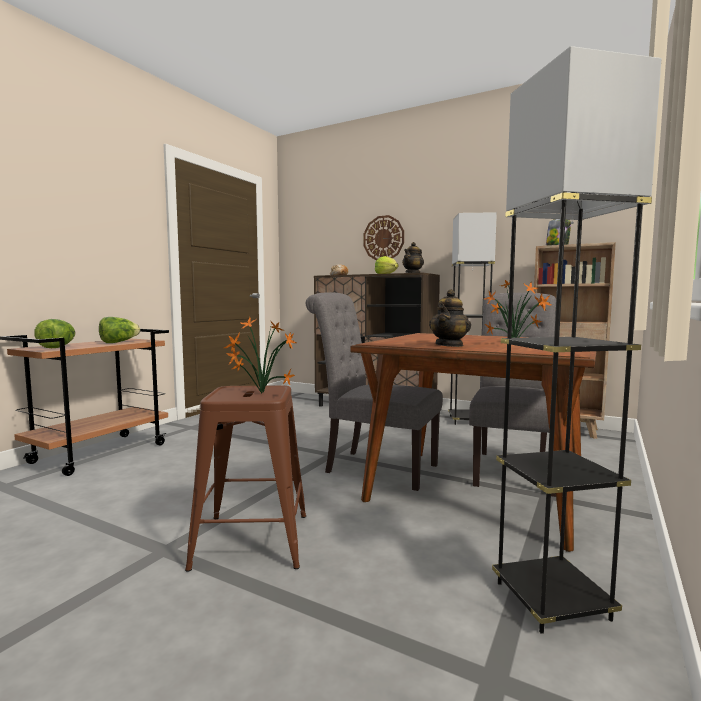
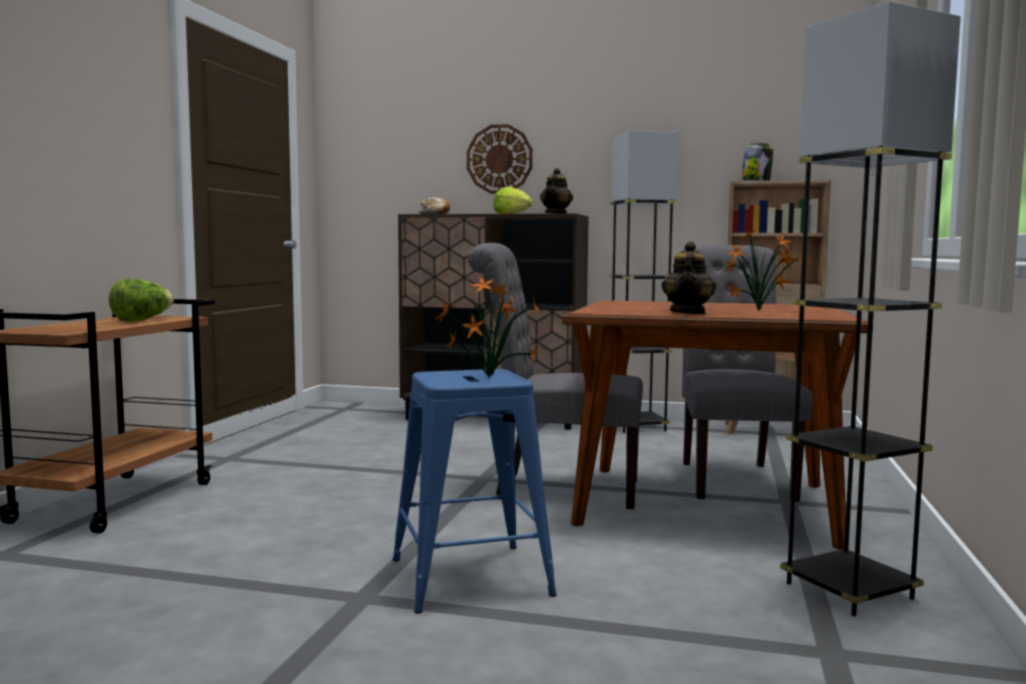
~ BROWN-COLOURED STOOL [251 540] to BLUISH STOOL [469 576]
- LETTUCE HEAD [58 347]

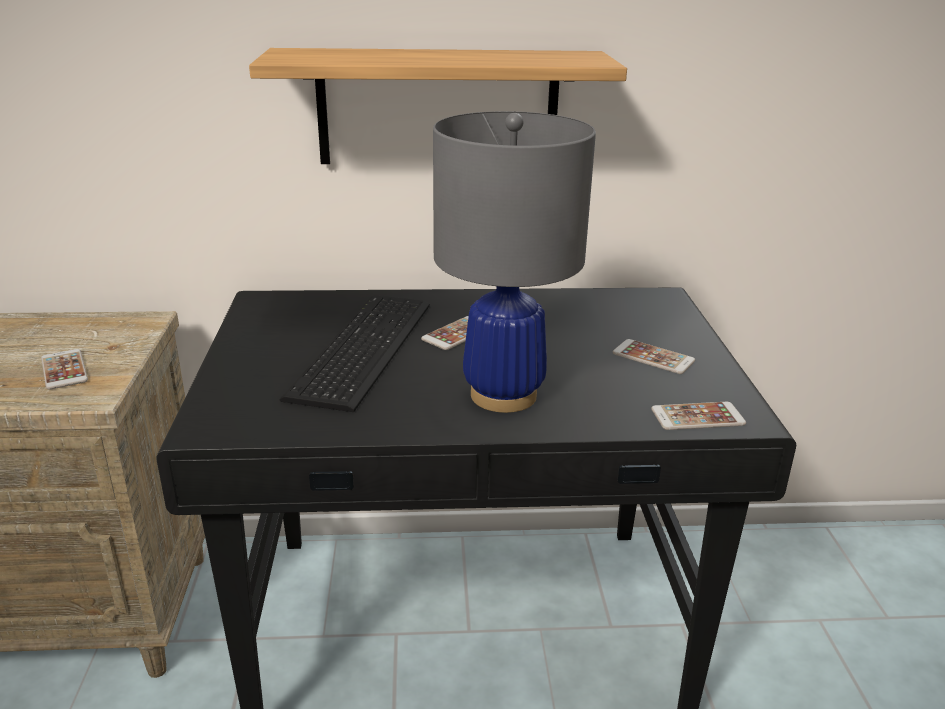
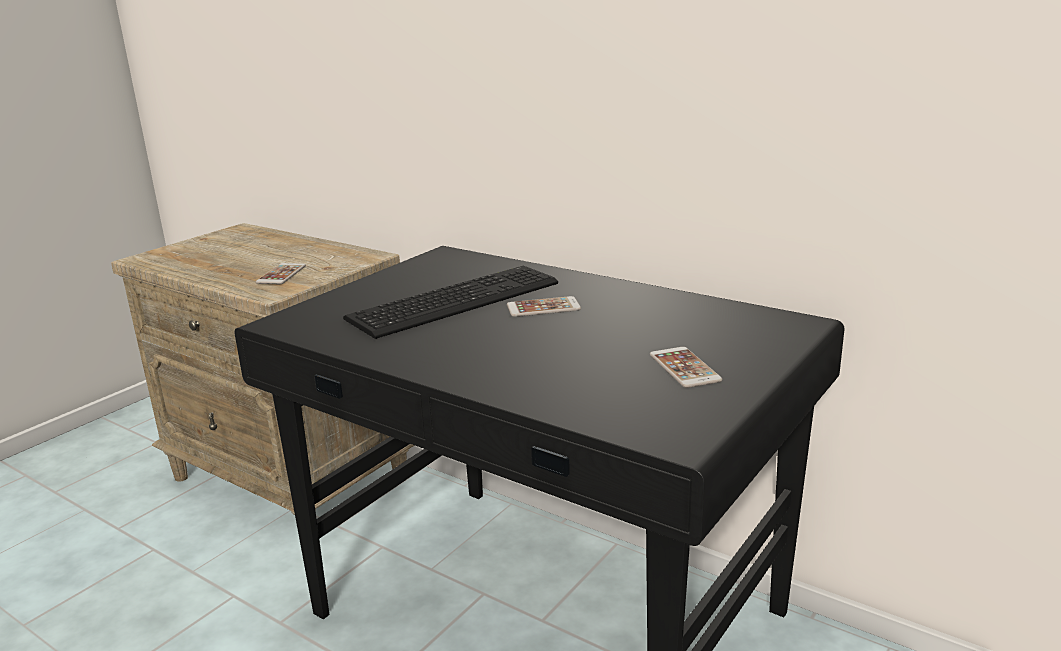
- WALL SHELF [438 108]
- GREYISH LAMP FOR A TABLE [504 395]
- PHONE [697 417]

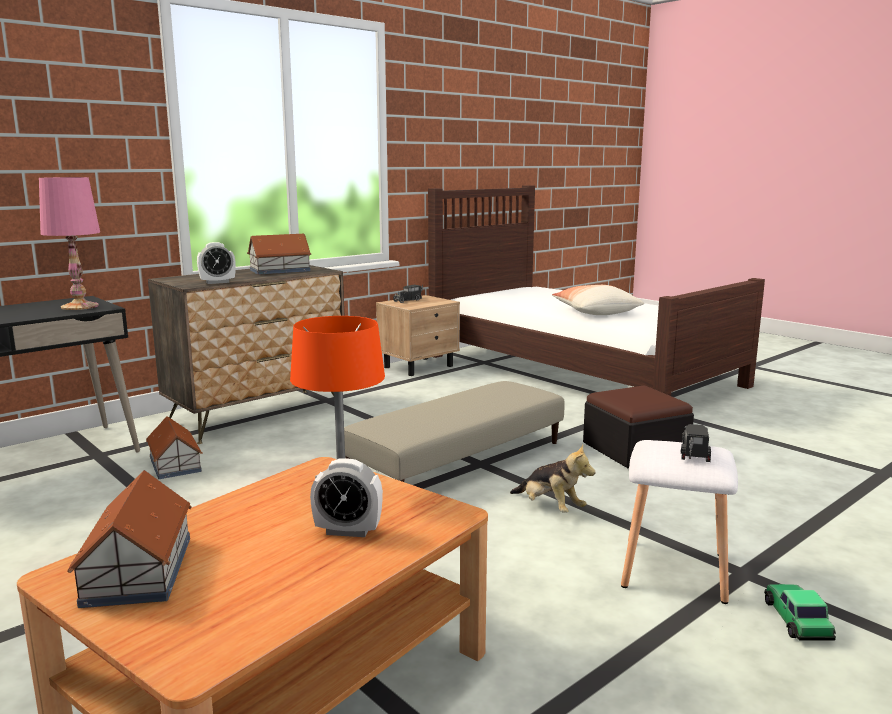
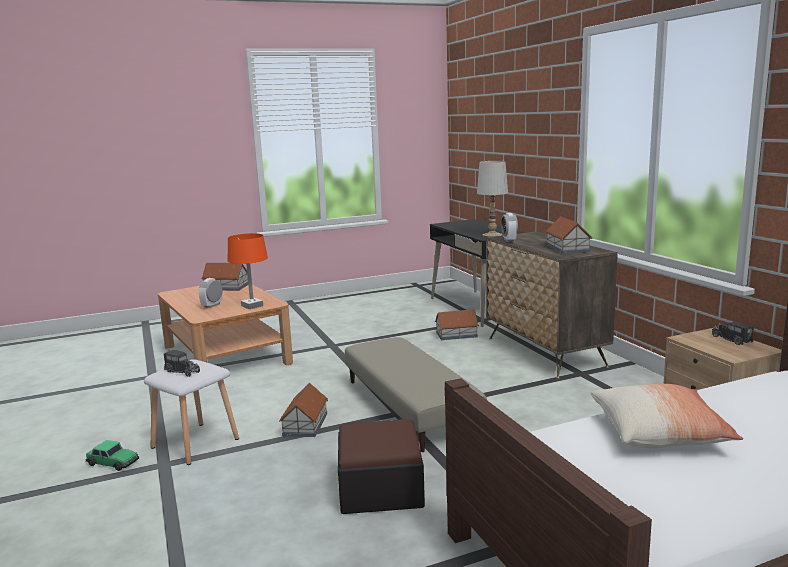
~ SOFT TOY [550 507] to MINIATURE HOUSE [306 424]
~ PINK LAMP FOR A TABLE [80 306] to WHITISH LAMP FOR A TABLE [492 235]

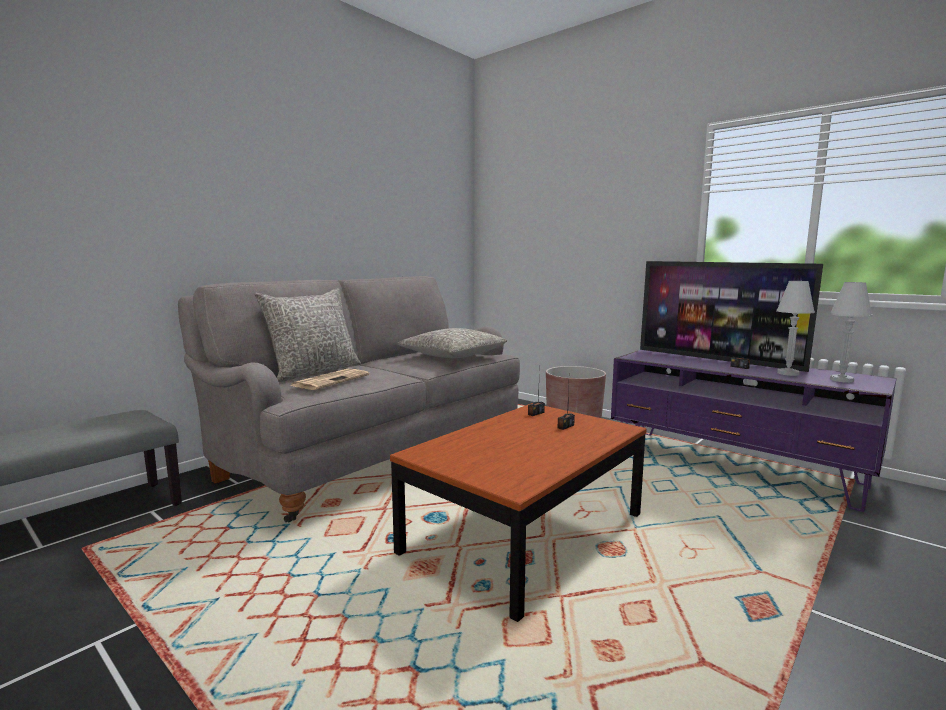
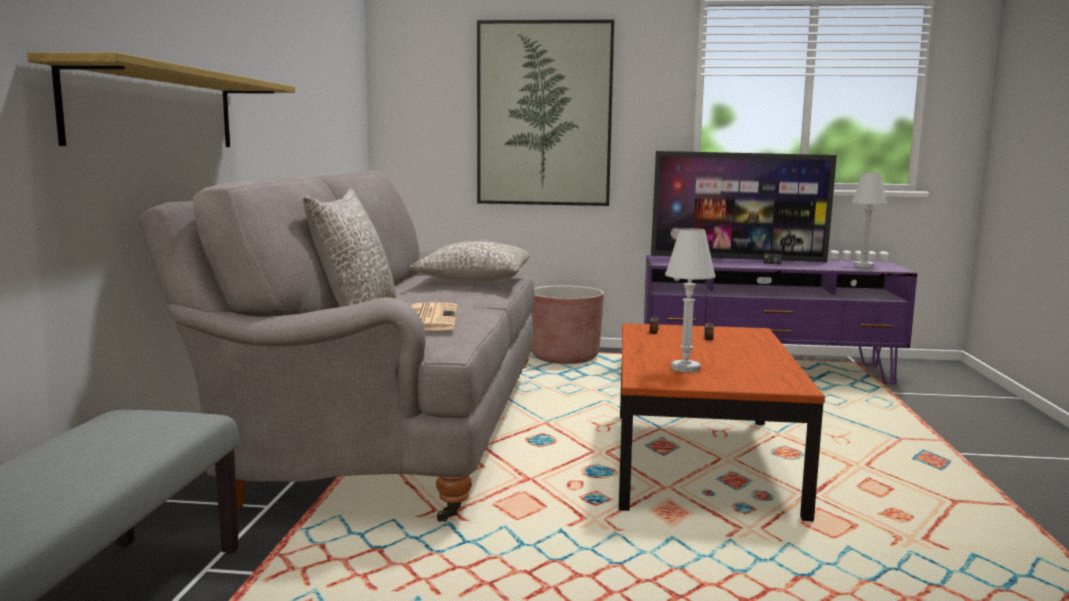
+ WALL SHELF [155 110]
+ WALL ART [544 114]
~ WHITISH LAMP FOR A TABLE [788 373] to [685 368]

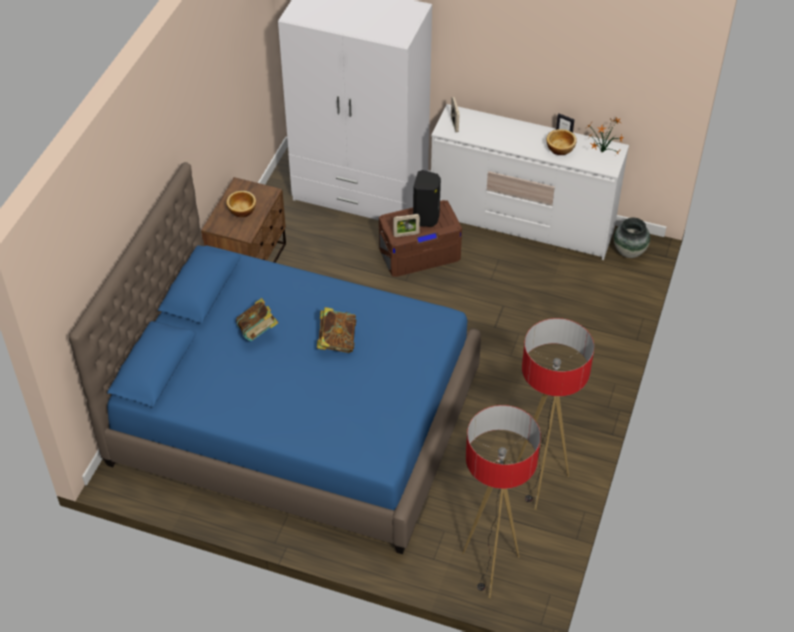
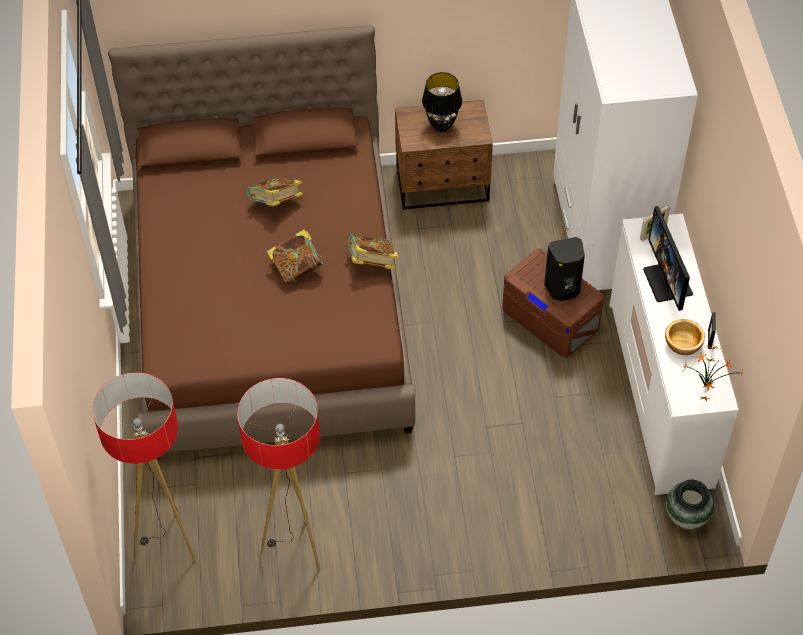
~ BLUISH BED [295 417] to BROWN-COLOURED BED [271 306]
+ BOOK [371 263]
~ DEEP DISH [241 210] to BLACK LAMP FOR A TABLE [441 125]
+ MONITOR [668 282]
- STANDING FRAME [406 234]

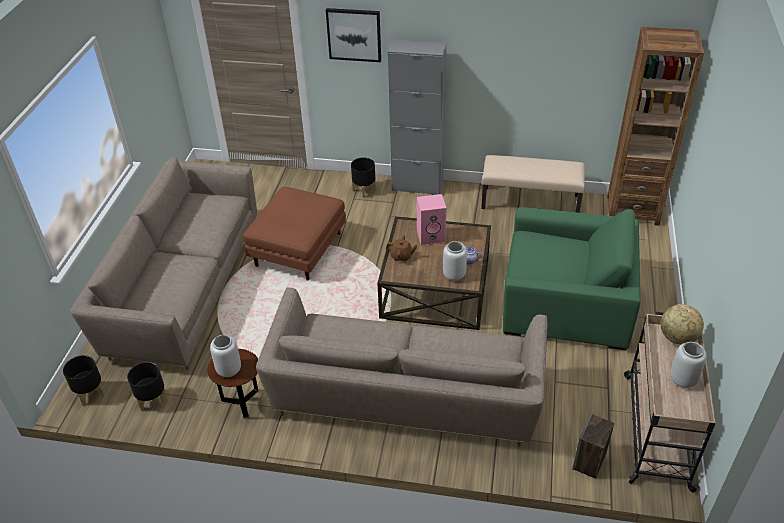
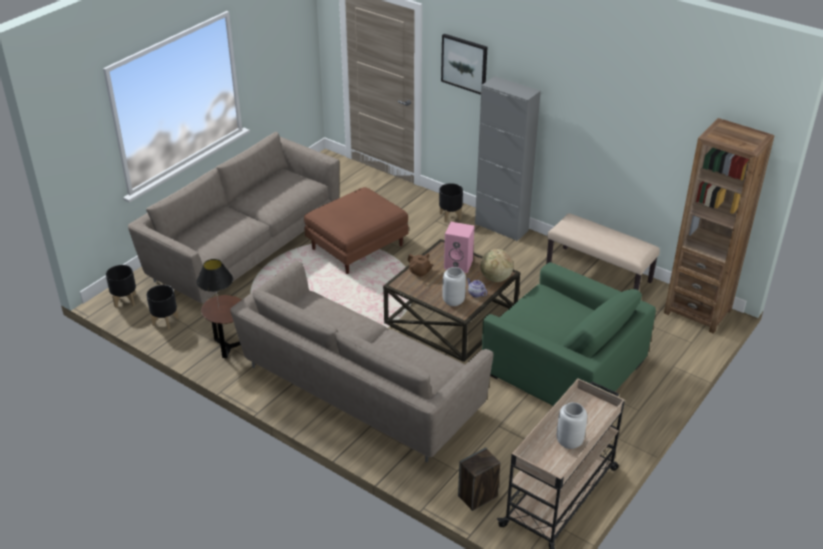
~ GREYISH FLOWER VASE [229 369] to BLACK LAMP FOR A TABLE [219 309]
~ GLOBE [677 338] to [495 278]

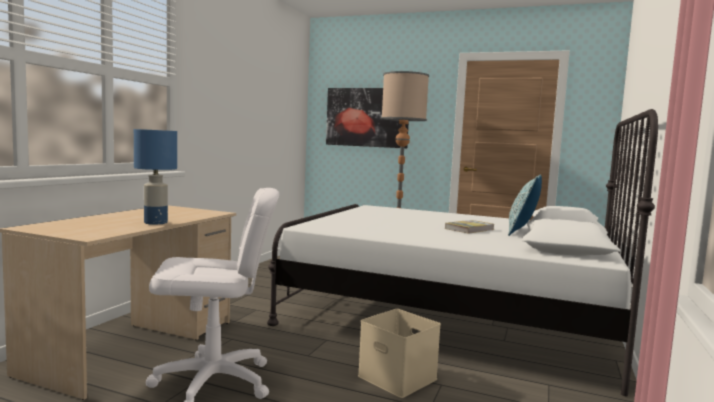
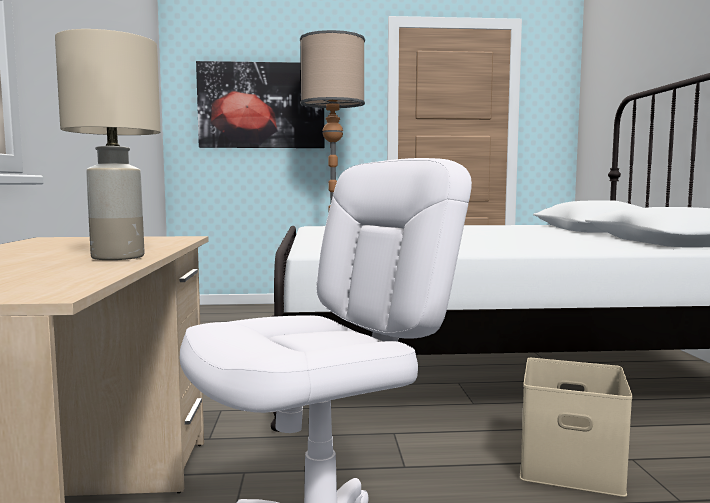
~ BLUISH LAMP FOR A TABLE [155 223] to SAND-COLOURED LAMP FOR A TABLE [117 257]
- BOOK [469 229]
- THROW PILLOW [522 232]

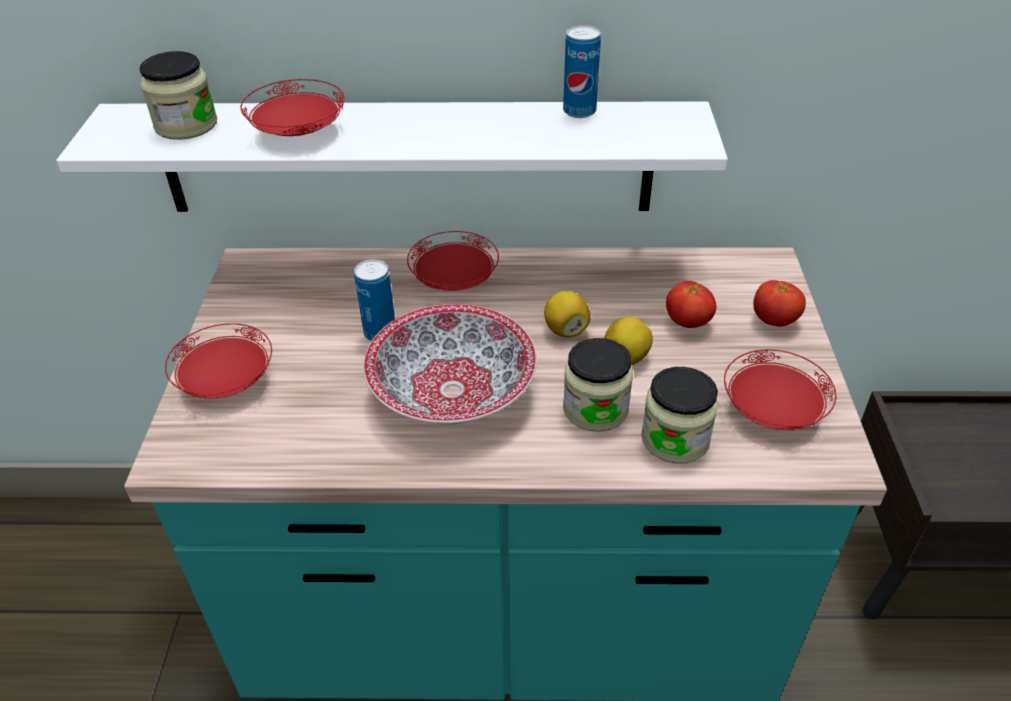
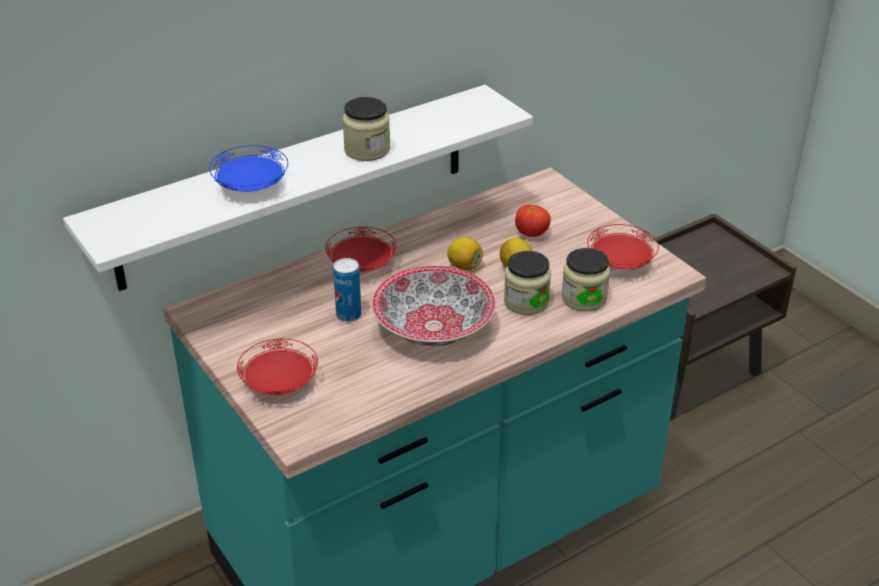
~ RED FLAT DISH [299 133] to BLUISH FLAT DISH [251 187]
~ PRESERVE JAR [186 125] to [367 150]
- SEALED CAN [579 111]
- WHOLE TOMATO [774 321]

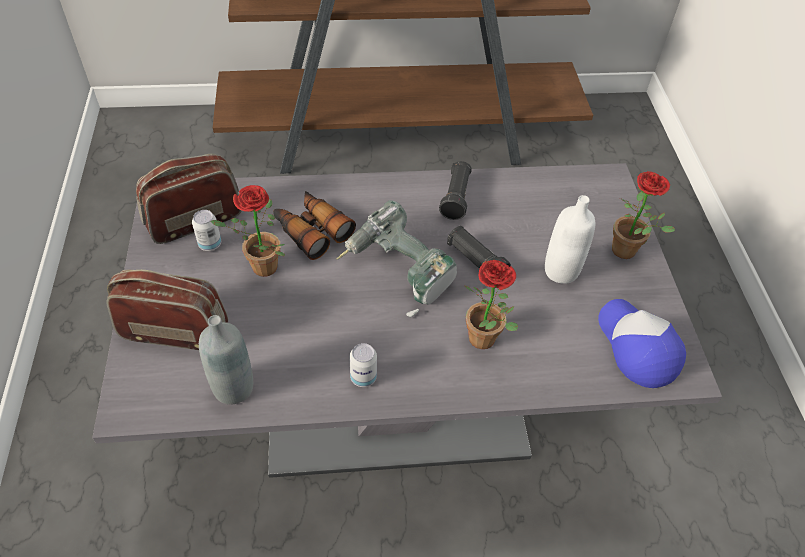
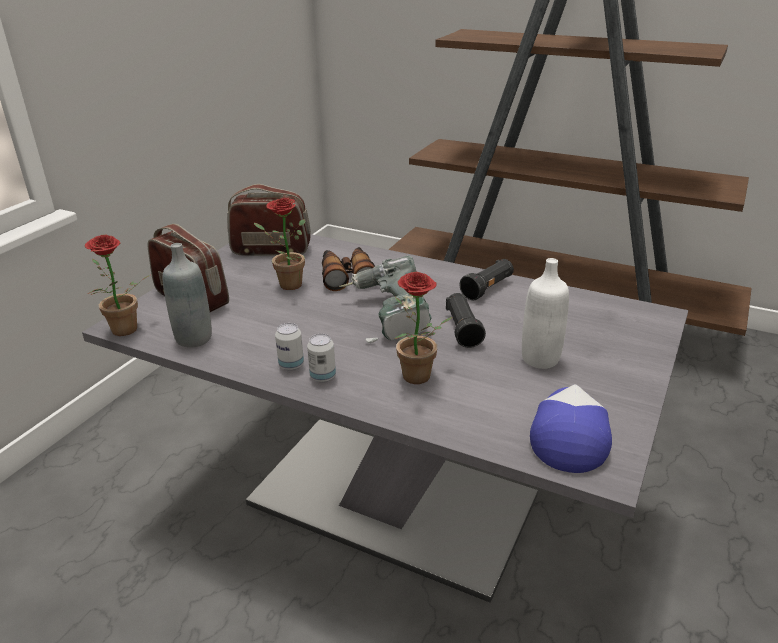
~ PLANT IN A POT [628 252] to [125 332]
~ SEALED CAN [210 244] to [323 377]

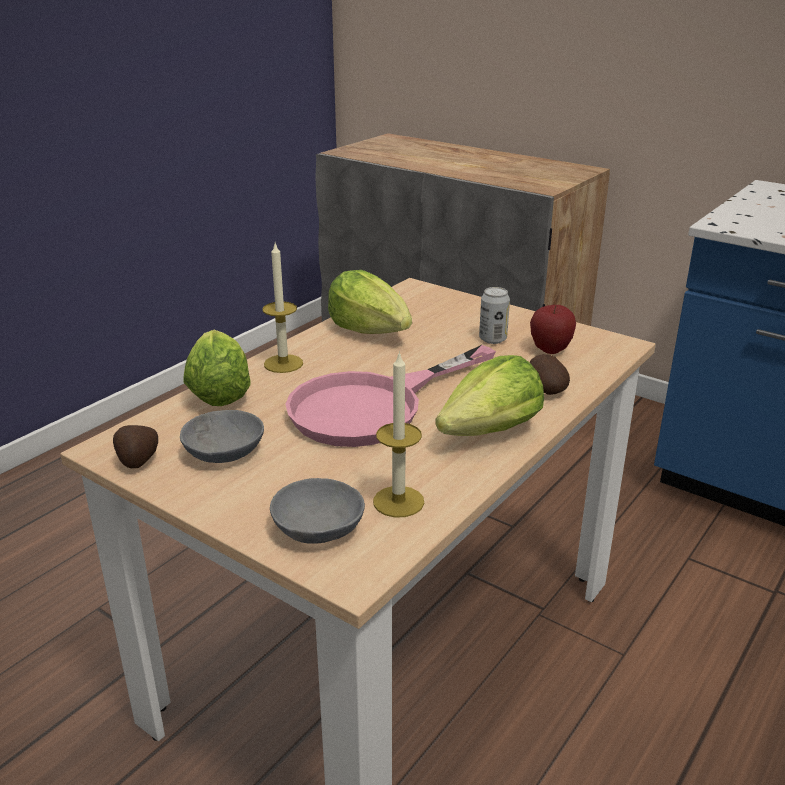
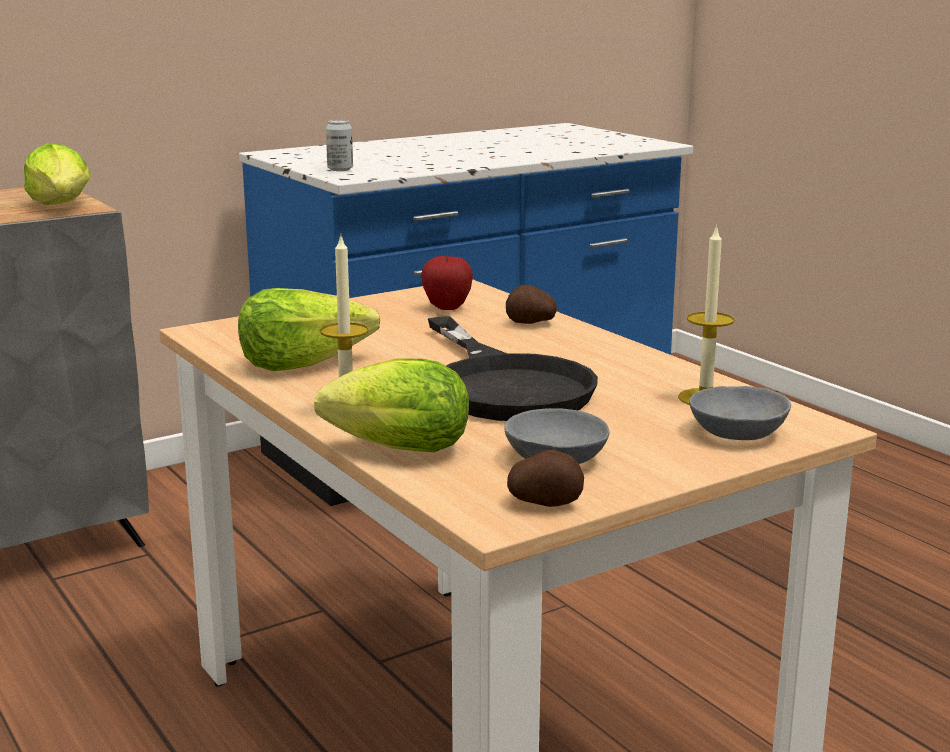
~ LETTUCE HEAD [491 431] to [62 206]
~ SEALED CAN [492 339] to [340 169]
~ PINK FRYING PAN [374 406] to BLACK FRYING PAN [504 384]

